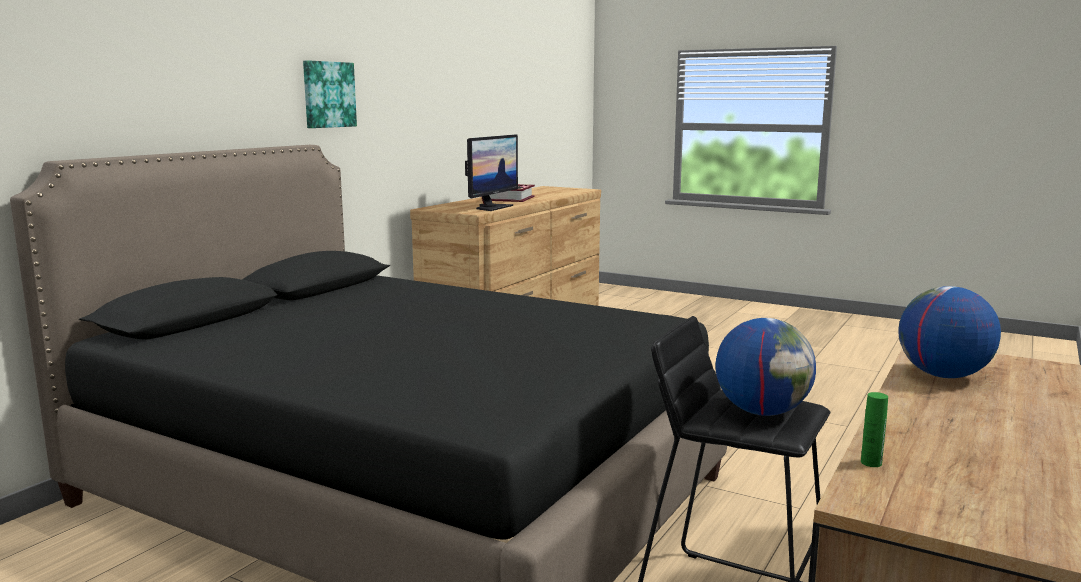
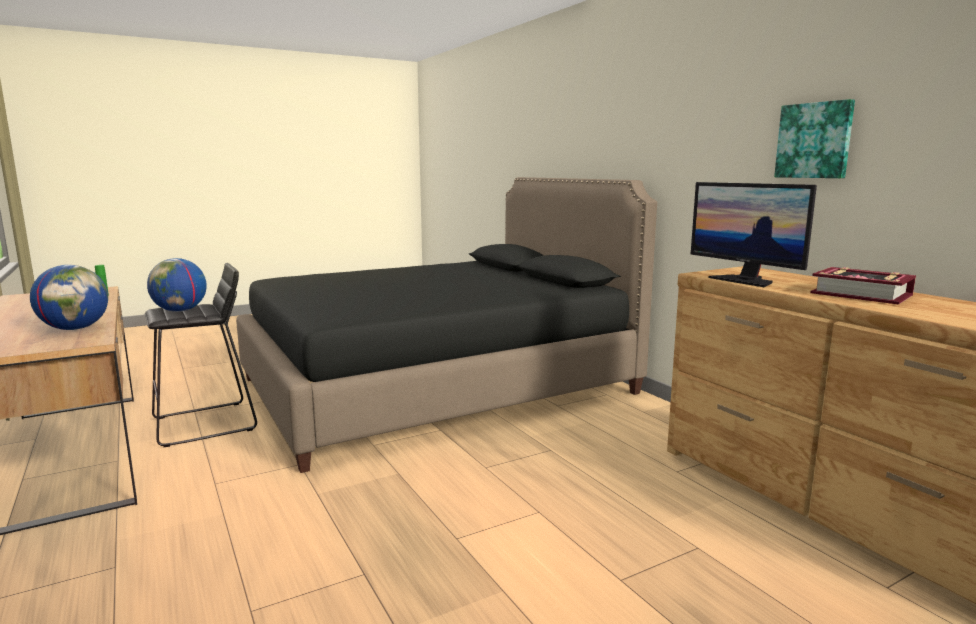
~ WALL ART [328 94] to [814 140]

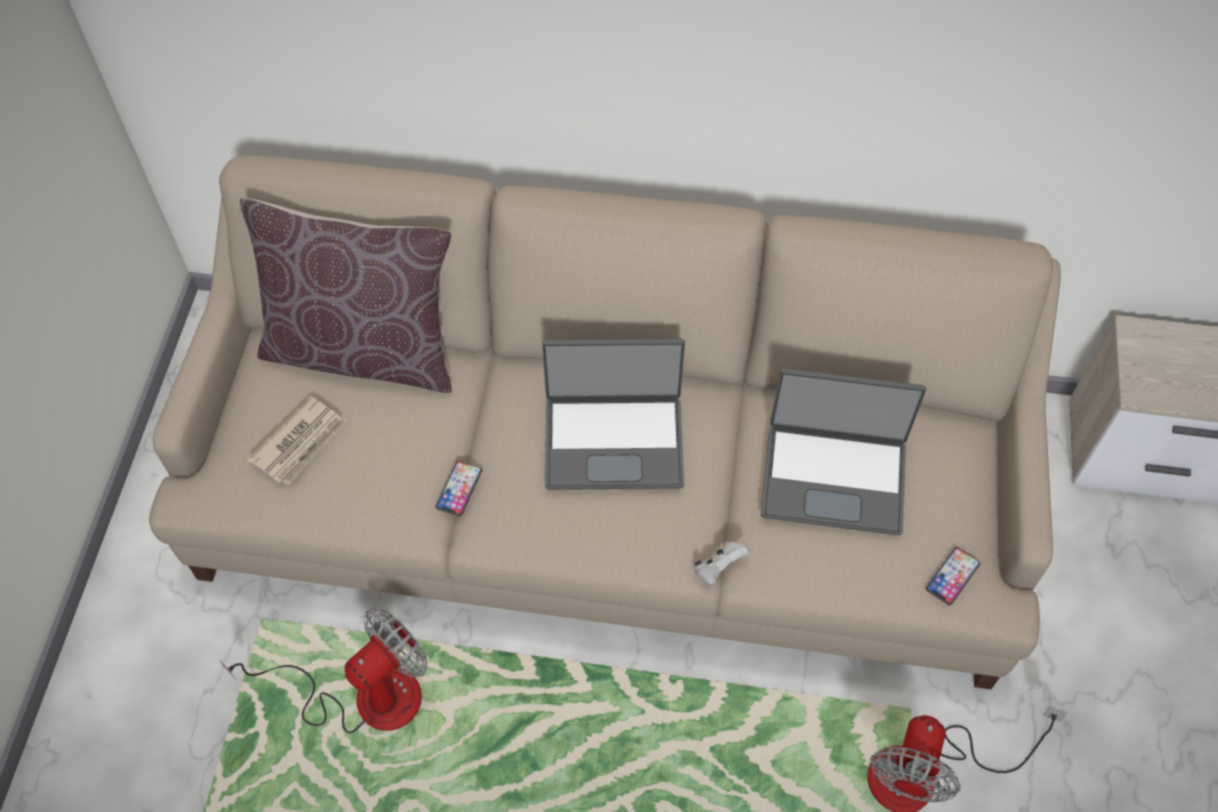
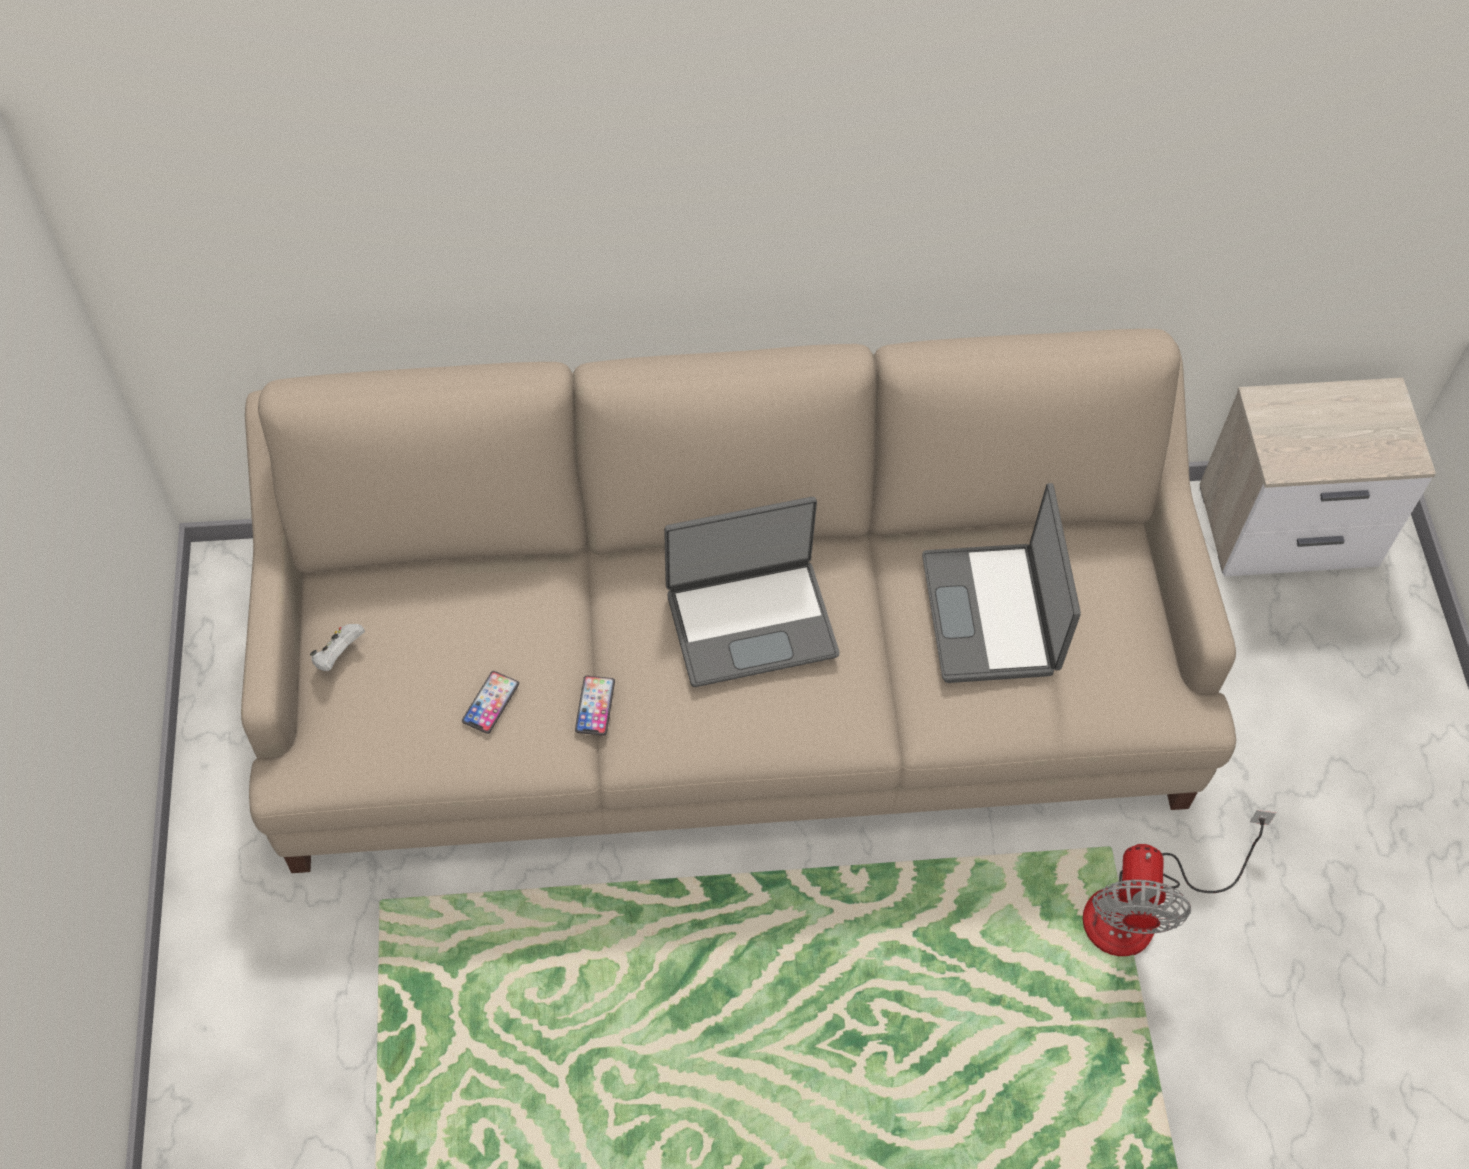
~ WHITISH GAMEPAD [718 568] to [338 655]
~ PHONE [952 576] to [490 703]
~ NOTEBOOK COMPUTER [834 477] = [993 614] 90 degrees clockwise
- ELECTRIC FAN [364 696]
- BROWN-COLOURED THROW PILLOW [363 350]
- DAILY PAPER [300 443]

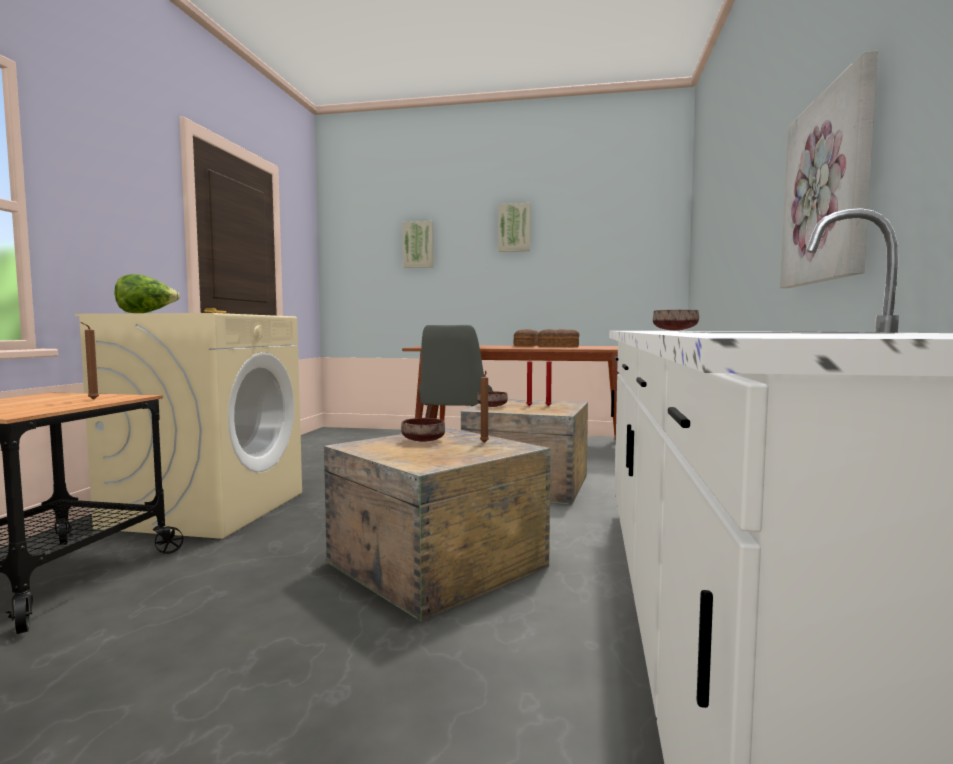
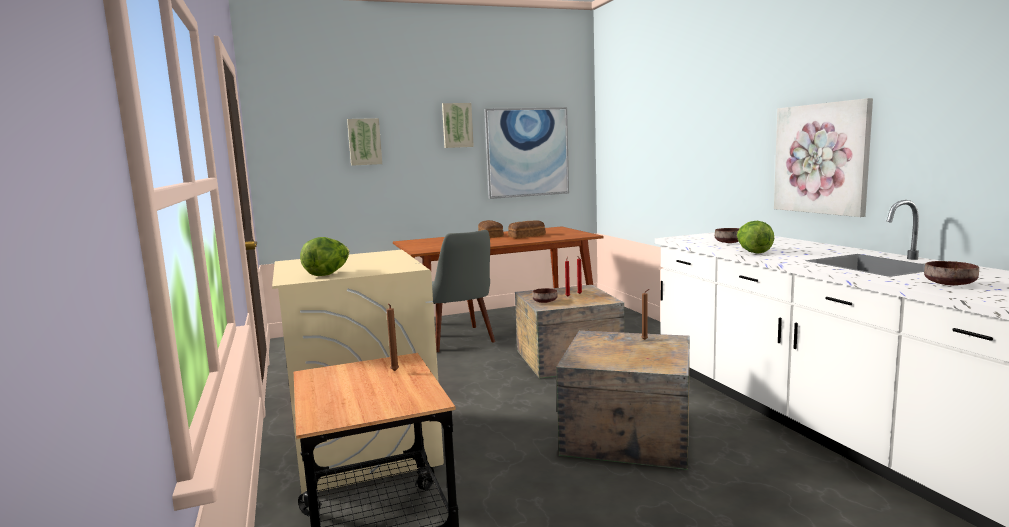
+ WALL ART [527 152]
+ LETTUCE HEAD [753 252]
~ BROWN-COLOURED DEEP DISH [424 441] to [950 284]

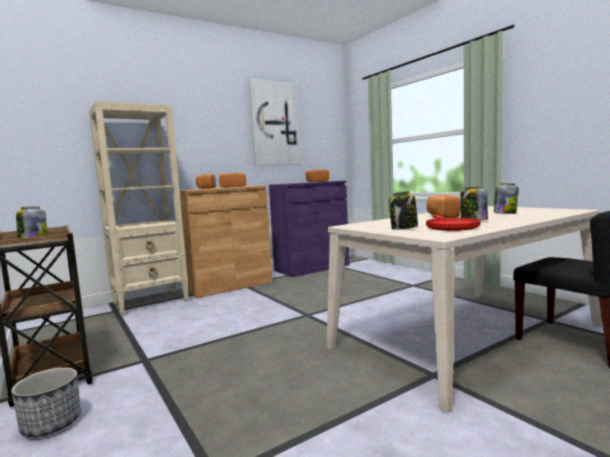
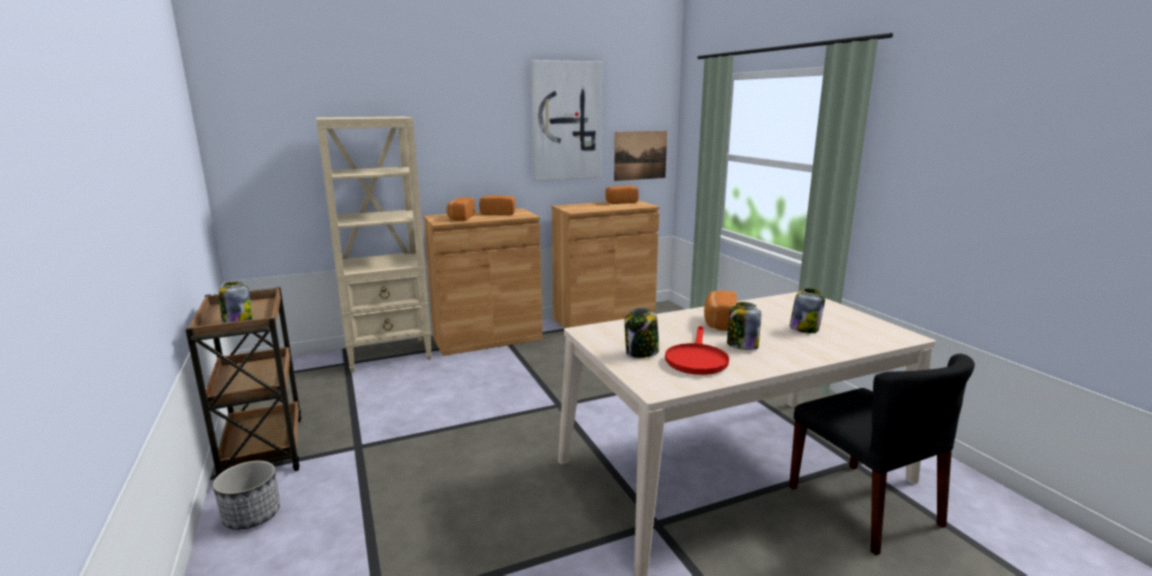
~ PURPLISH CUPBOARD [312 268] to BROWN-COLOURED CUPBOARD [603 319]
+ WALL ART [640 155]

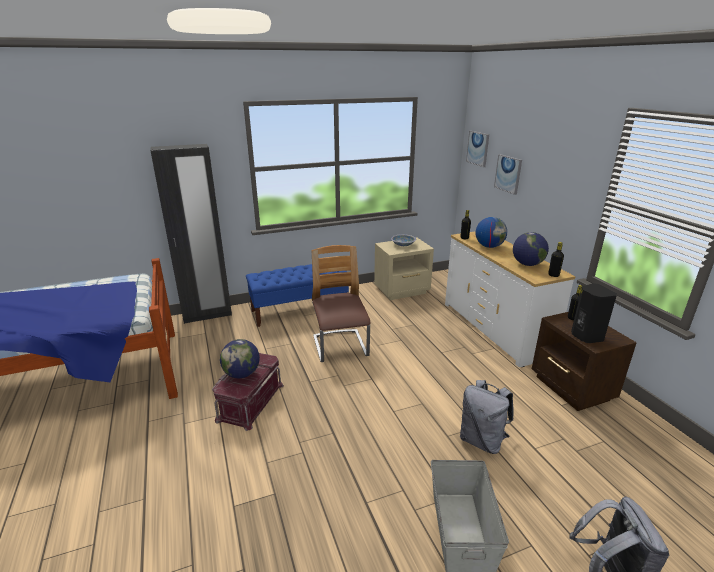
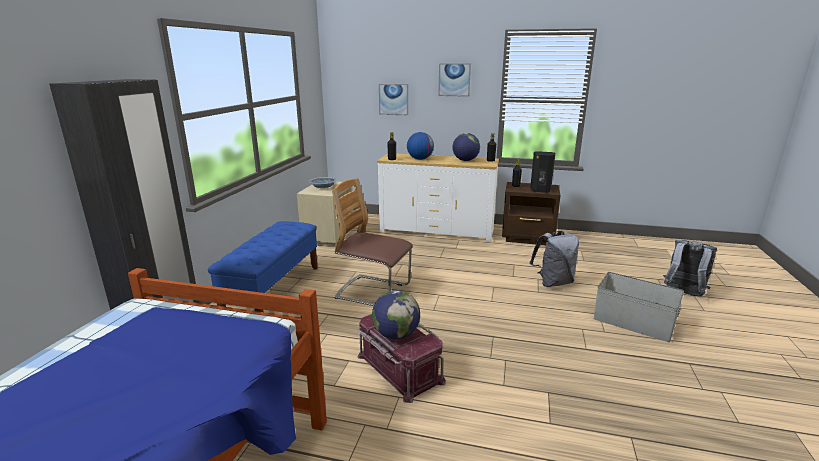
~ WALL ART [478 148] to [454 79]

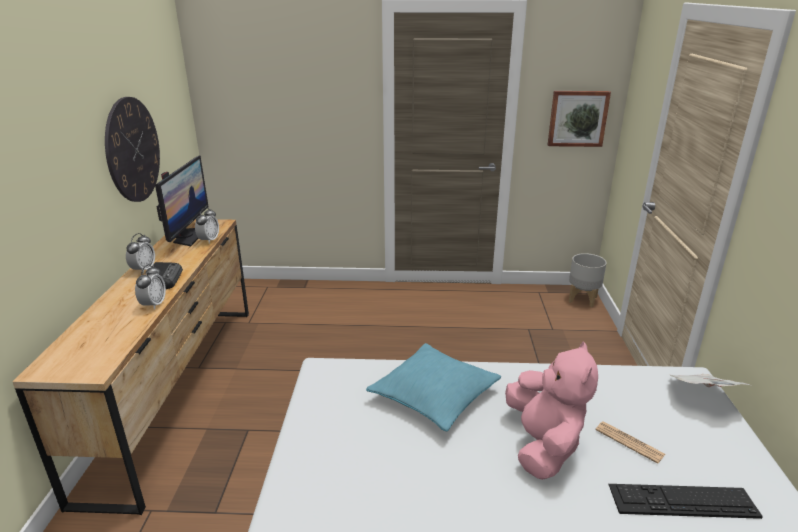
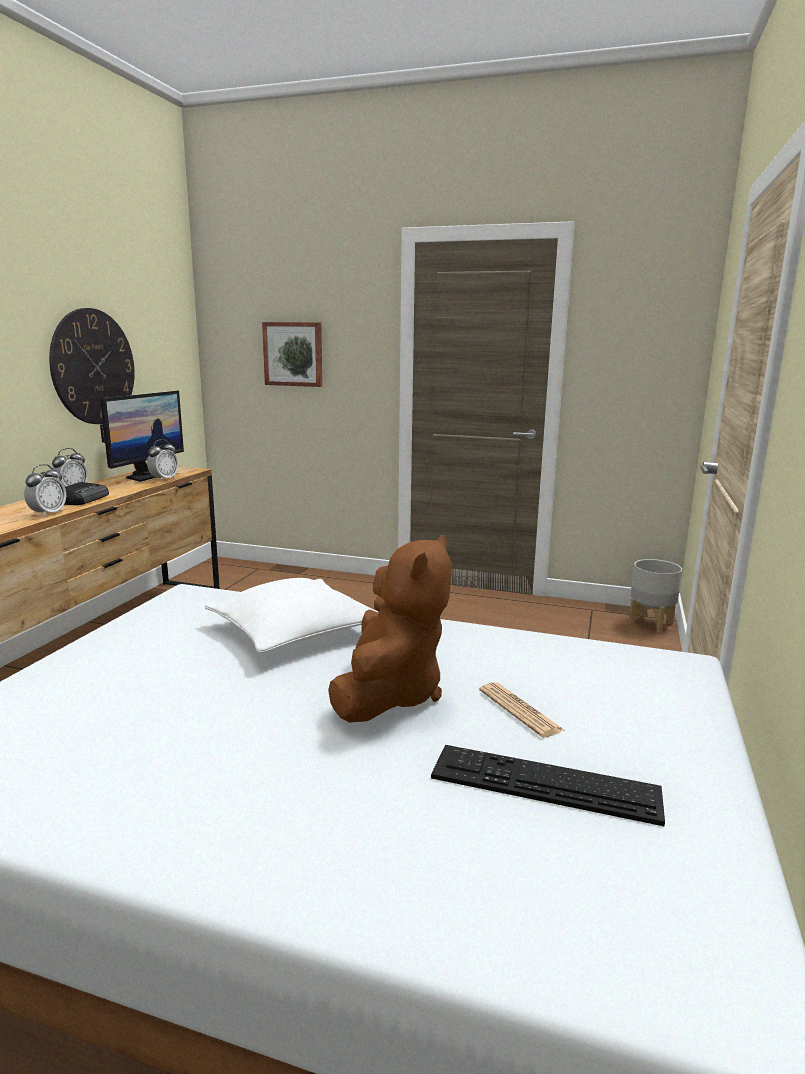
~ BLUE-GREEN THROW PILLOW [434 395] to WHITISH THROW PILLOW [294 631]
~ WALL ART [577 118] to [293 354]
~ PINK SOFT TOY [543 445] to BROWN-COLOURED SOFT TOY [390 694]
- DAILY PAPER [703 395]

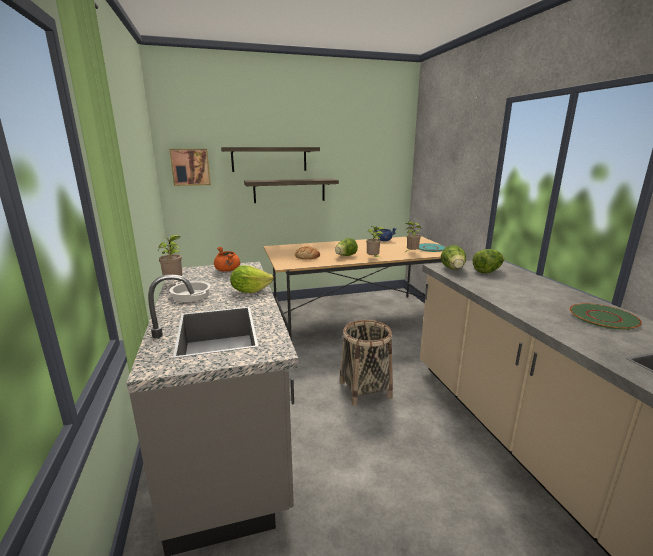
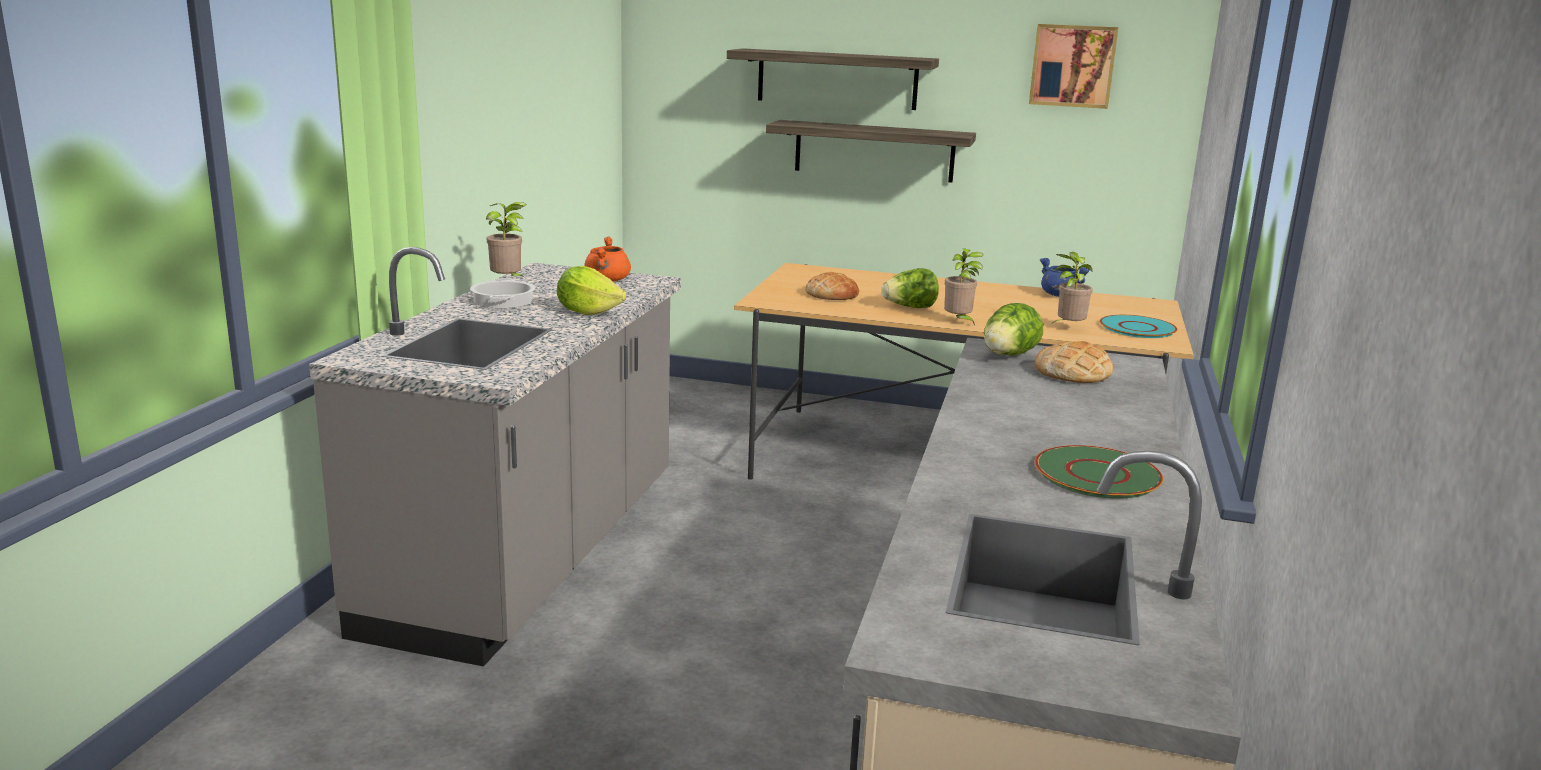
~ WALL ART [190 167] to [1072 66]
~ LETTUCE HEAD [487 271] to BREAD [1073 372]
- BASKET [365 389]

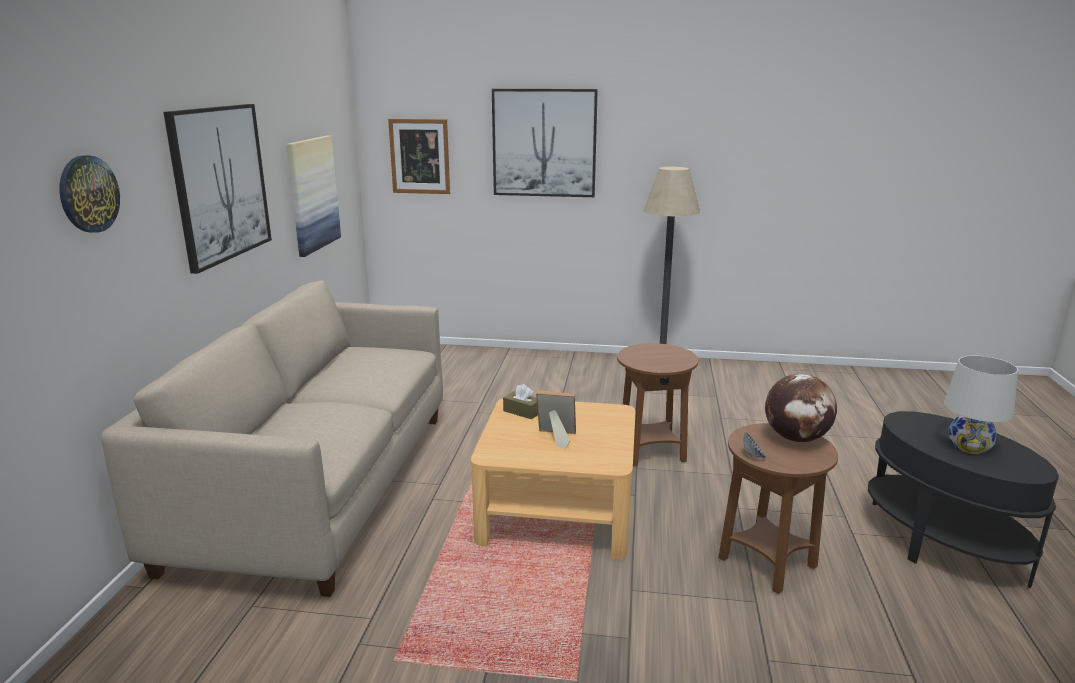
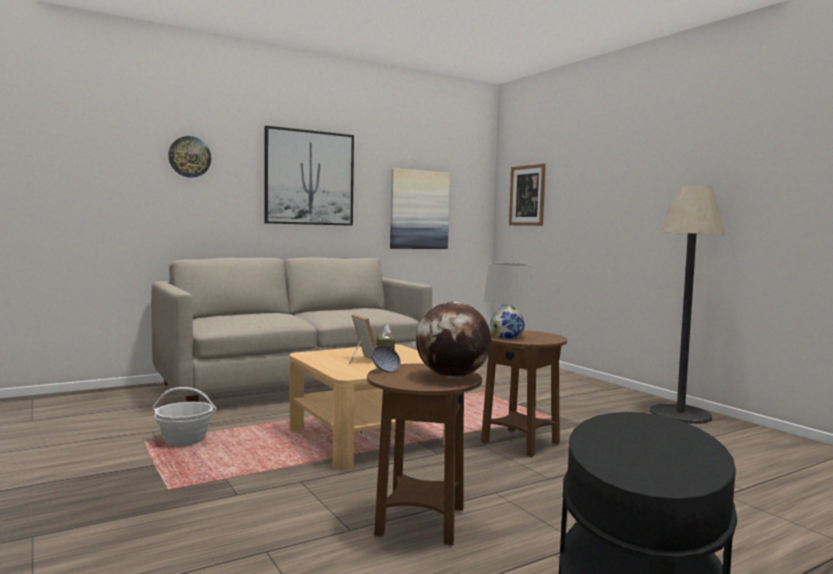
+ BASKET [184 440]
~ WHITISH LAMP FOR A TABLE [969 447] to [506 336]
- WALL ART [544 143]

